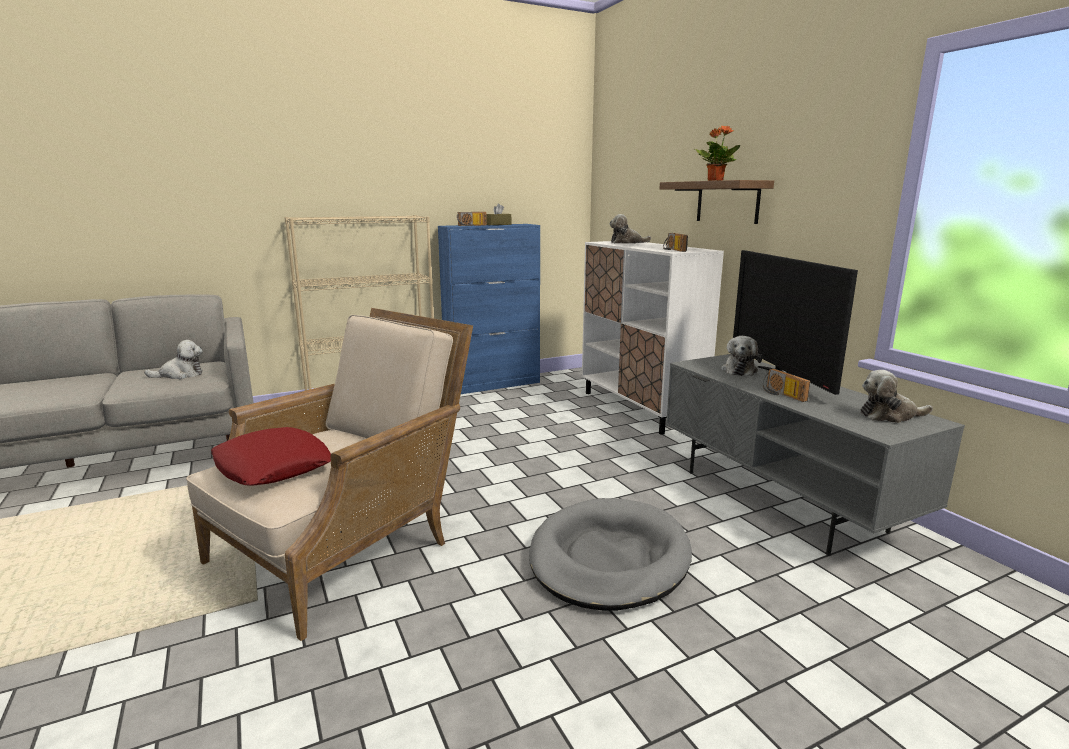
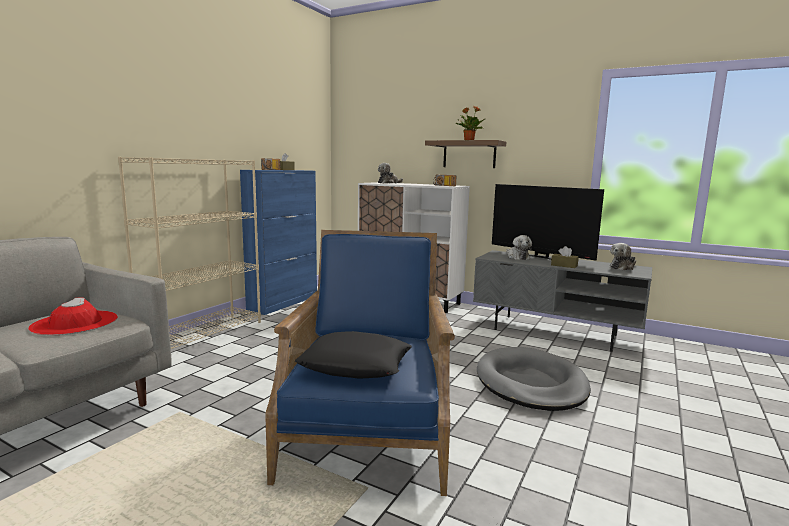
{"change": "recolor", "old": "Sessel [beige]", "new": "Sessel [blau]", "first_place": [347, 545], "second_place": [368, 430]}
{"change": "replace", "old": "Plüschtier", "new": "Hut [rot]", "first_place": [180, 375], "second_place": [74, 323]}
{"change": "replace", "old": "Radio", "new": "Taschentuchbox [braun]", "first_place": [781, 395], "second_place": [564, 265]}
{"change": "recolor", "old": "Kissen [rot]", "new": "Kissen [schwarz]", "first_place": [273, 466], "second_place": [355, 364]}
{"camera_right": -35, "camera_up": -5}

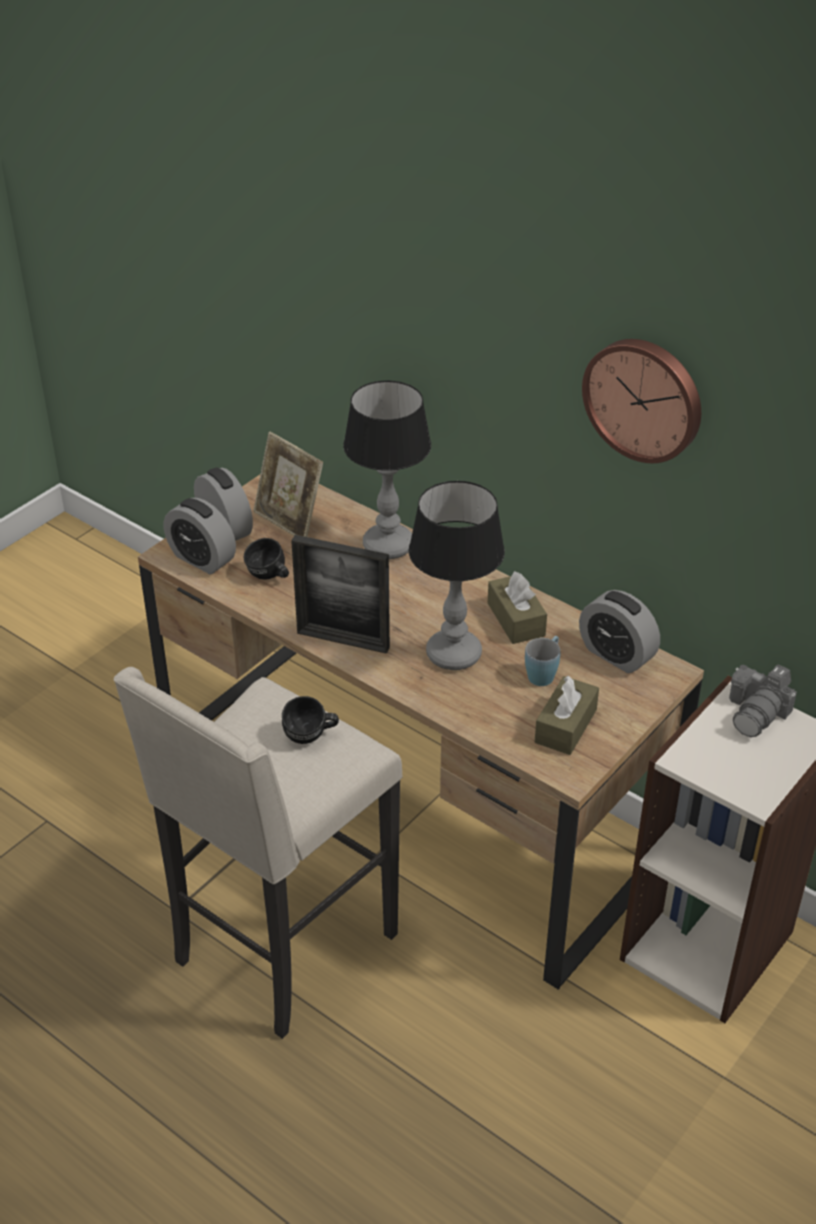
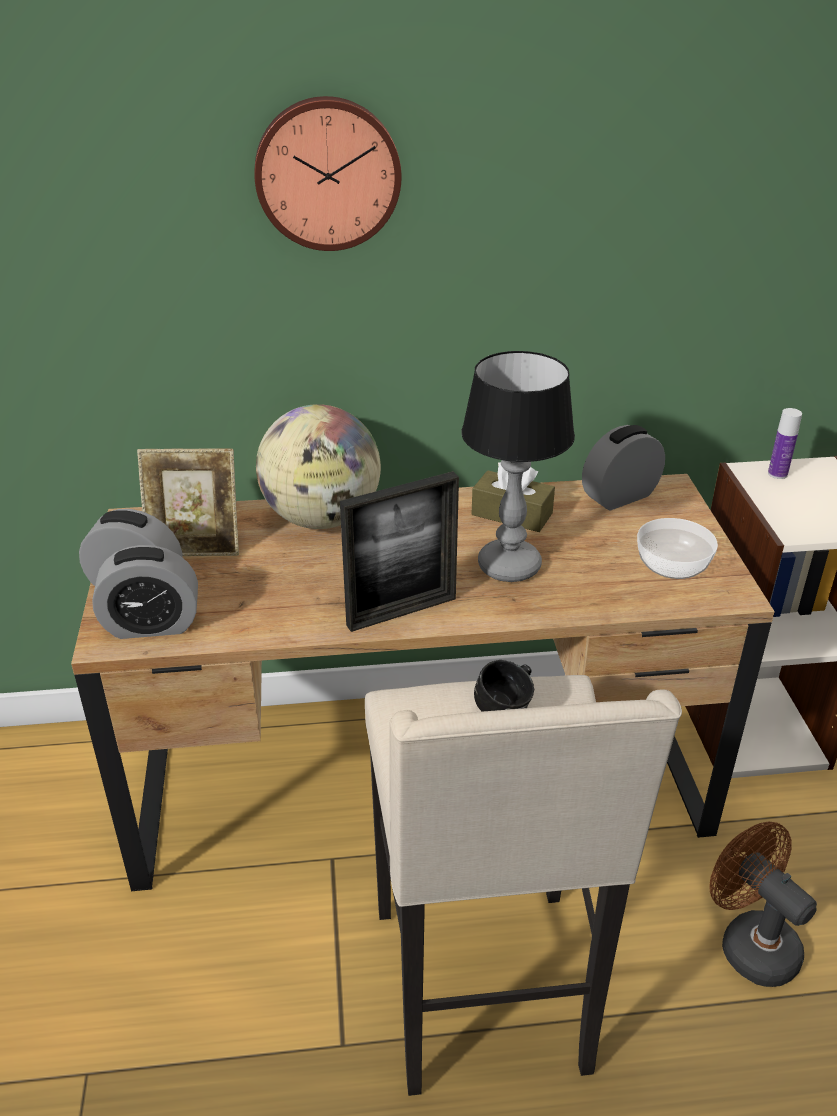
{"change": "move", "old": "Wanduhr", "first_place": [644, 398], "second_place": [327, 173]}
{"change": "replace", "old": "Tischlampe", "new": "Globus", "first_place": [388, 546], "second_place": [322, 519]}
{"change": "delete", "old": "Henkelbecher [schwarz]", "first_place": [268, 577]}
{"change": "rotate", "old": "Wecker", "first_place": [616, 655], "second_place": [620, 496], "degrees": 150}
{"change": "delete", "old": "Henkelbecher [blau]", "first_place": [543, 673]}
{"change": "replace", "old": "Kamera", "new": "Flasche", "first_place": [758, 712], "second_place": [777, 474]}
{"change": "replace", "old": "Taschentuchbox [braun]", "new": "Schüssel", "first_place": [565, 726], "second_place": [674, 565]}
{"change": "insert", "new": "Ventilator [braun]", "second_place": [749, 943]}
{"camera_right": -45, "camera_up": -5}

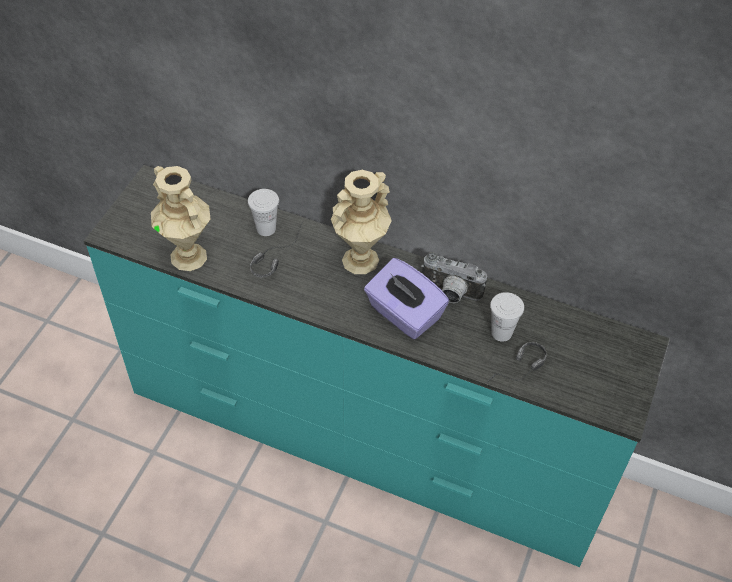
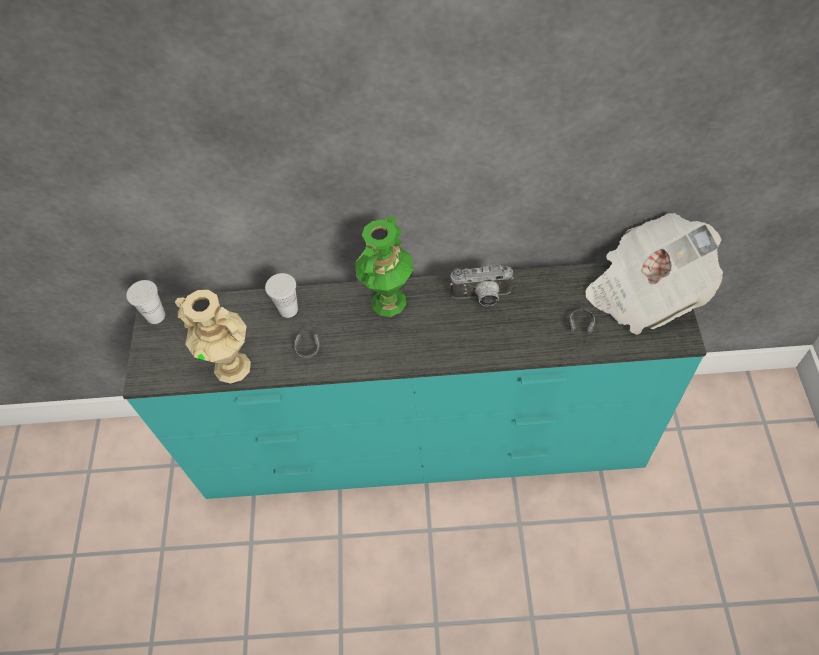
{"change": "recolor", "old": "Vase [beige]", "new": "Vase [grün]", "first_place": [360, 261], "second_place": [389, 302]}
{"change": "delete", "old": "Taschentuchbox [lila]", "first_place": [404, 314]}
{"change": "move", "old": "Tasse [weiß]", "first_place": [501, 333], "second_place": [156, 316]}
{"change": "insert", "new": "Zeitung", "second_place": [645, 292]}
{"camera_right": -20, "camera_up": 5}

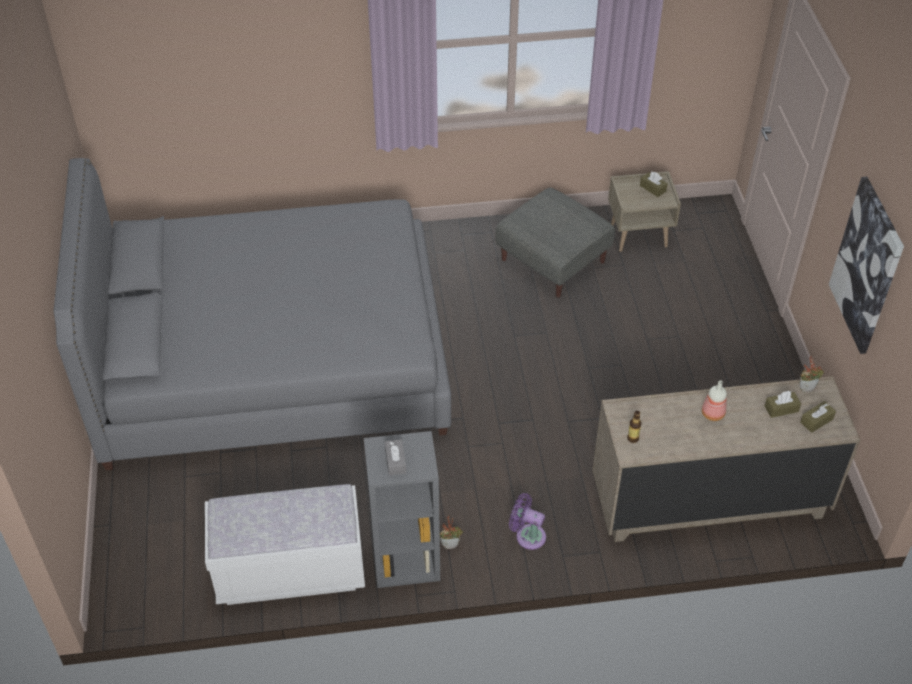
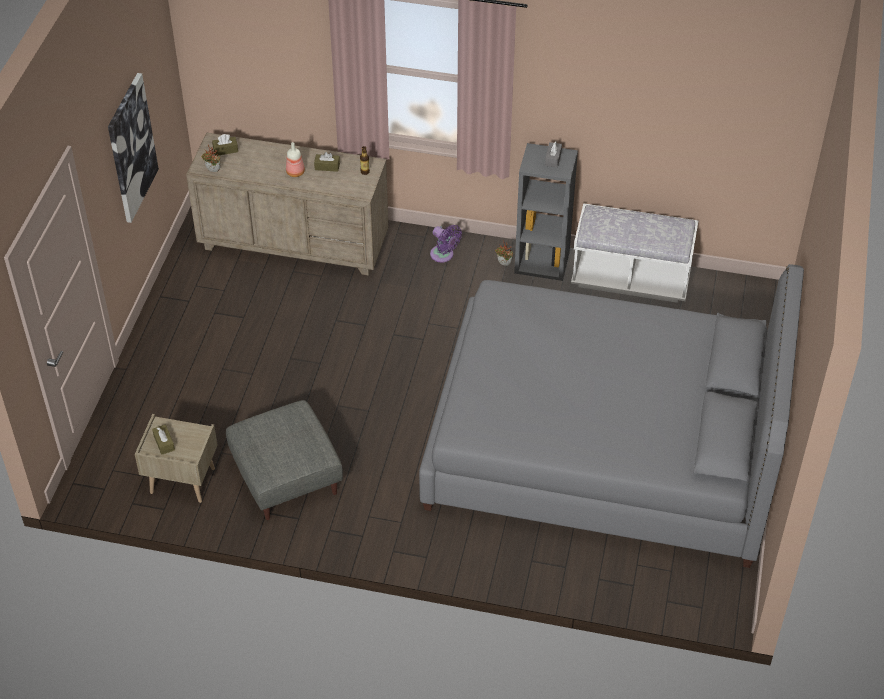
{"change": "move", "old": "Taschentuchbox [braun]", "first_place": [781, 409], "second_place": [327, 166]}
{"camera_right": -160, "camera_up": 0}

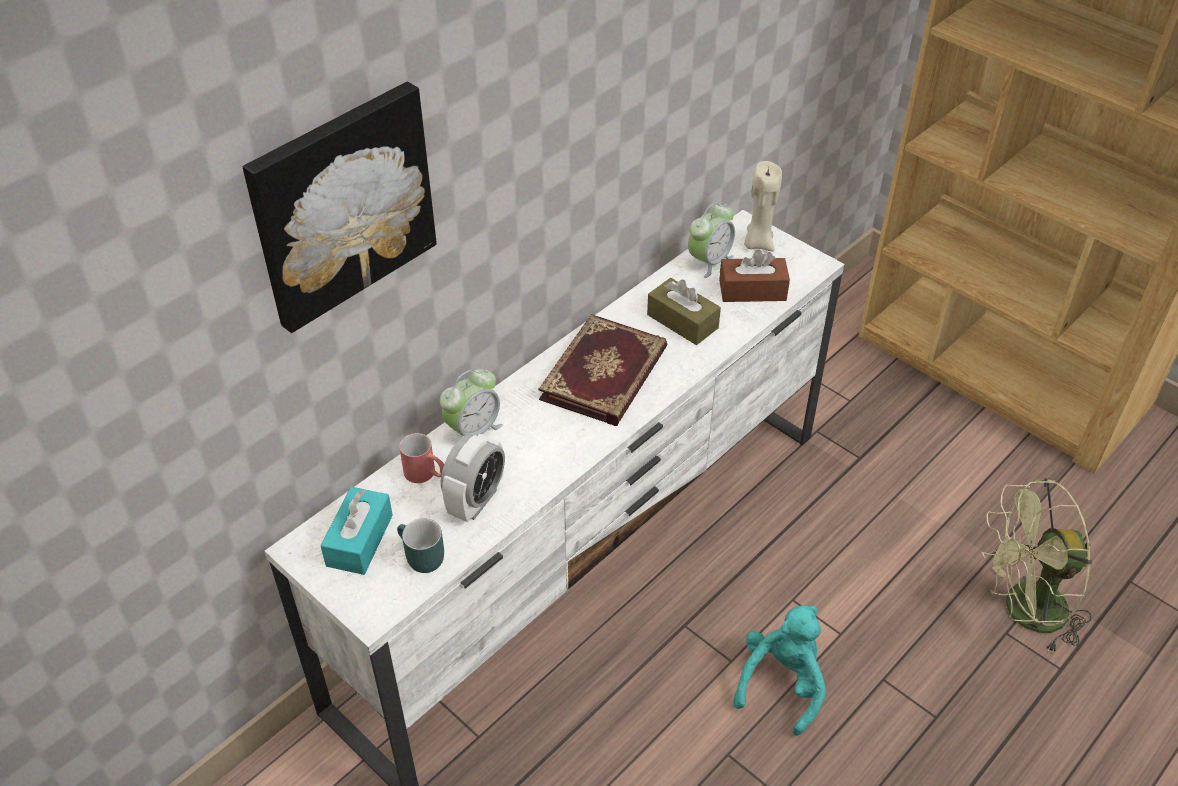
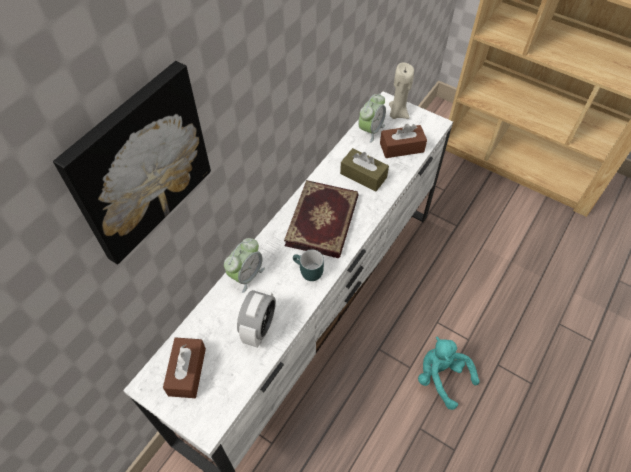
{"change": "delete", "old": "Henkelbecher [rot]", "first_place": [426, 475]}
{"change": "delete", "old": "Ventilator [grün]", "first_place": [1023, 612]}
{"change": "recolor", "old": "Taschentuchbox [türkis]", "new": "Taschentuchbox [braun]", "first_place": [359, 540], "second_place": [187, 371]}
{"change": "move", "old": "Henkelbecher [türkis]", "first_place": [419, 558], "second_place": [307, 272]}
{"change": "rotate", "old": "Plüschtier [türkis]", "first_place": [781, 683], "second_place": [441, 377], "degrees": -60}
{"camera_right": -10, "camera_up": 10}

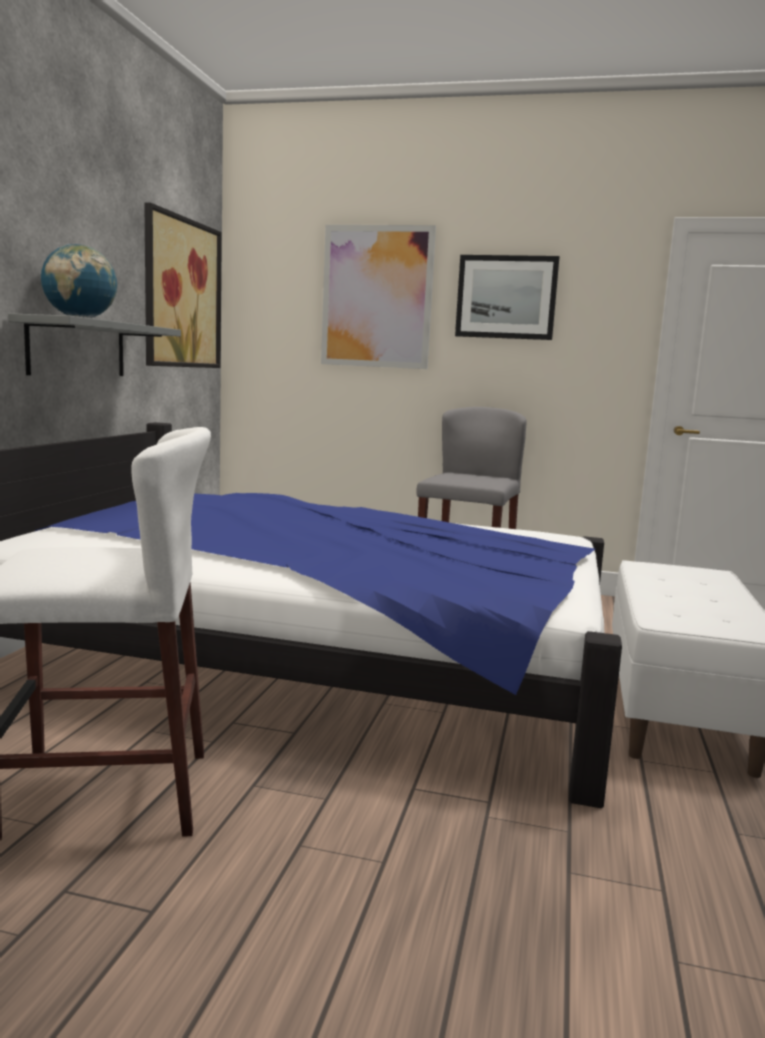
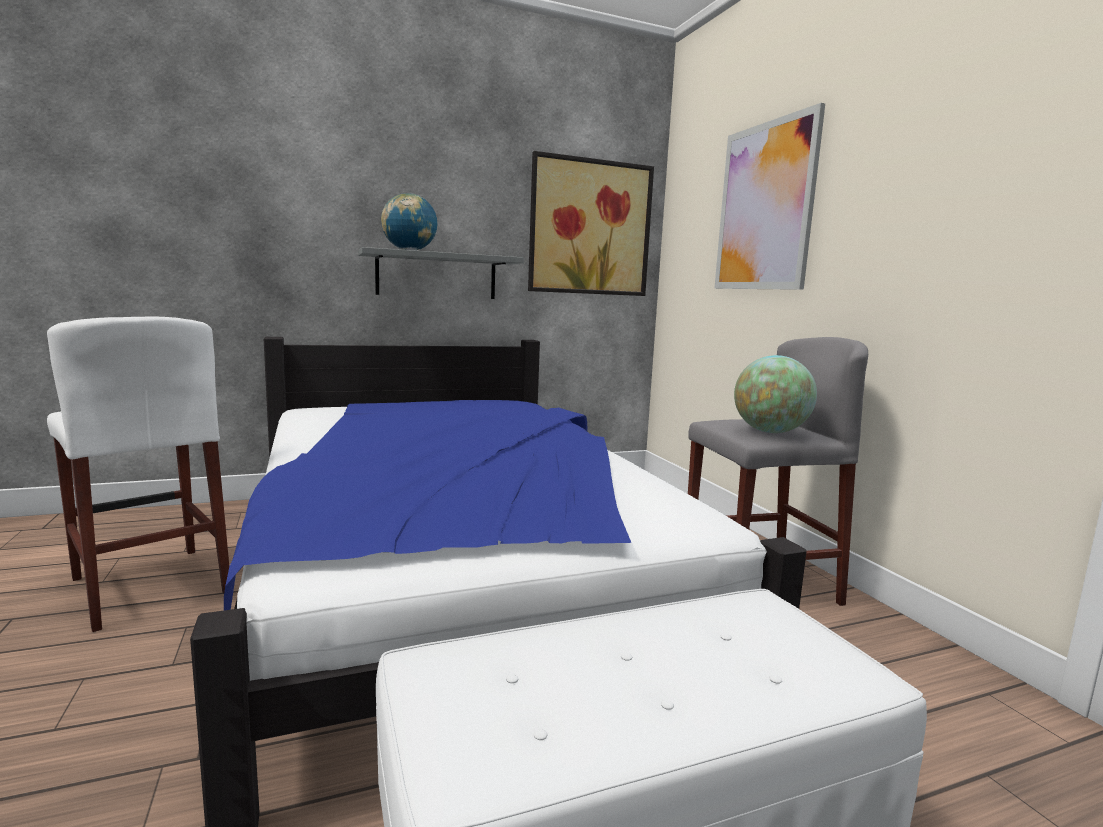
{"change": "delete", "old": "Bild", "first_place": [506, 297]}
{"change": "insert", "new": "Globus", "second_place": [770, 432]}
{"camera_right": 55, "camera_up": 0}

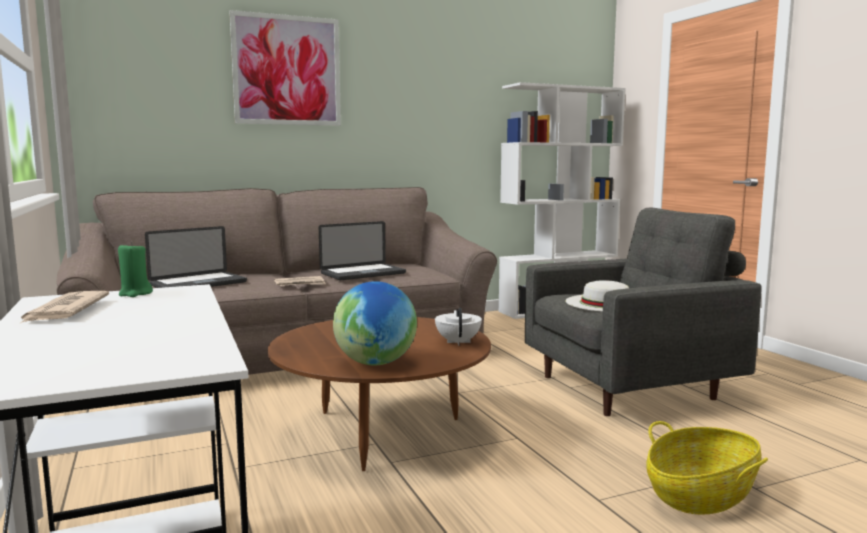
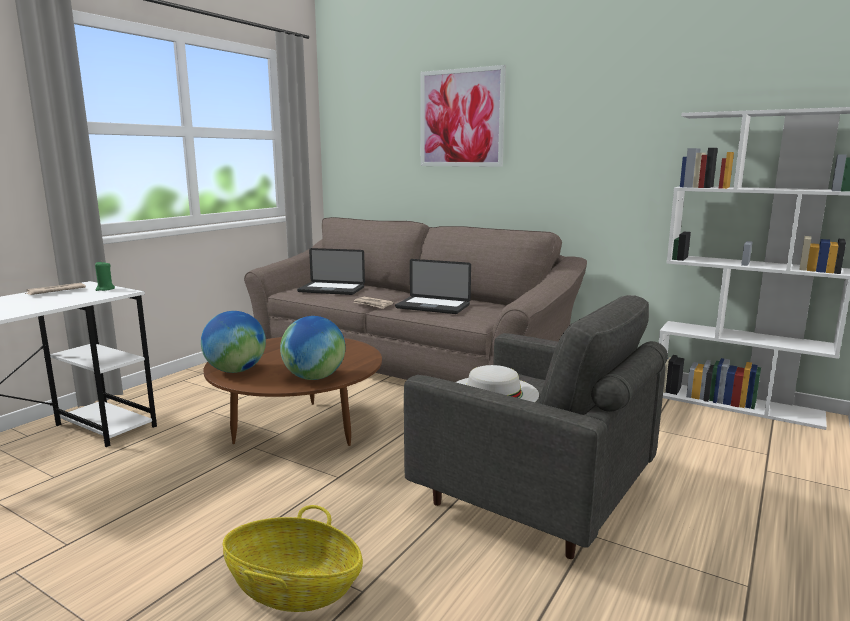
{"change": "replace", "old": "Teekanne [weiß]", "new": "Globus", "first_place": [458, 342], "second_place": [314, 378]}
{"camera_right": 55, "camera_up": 5}

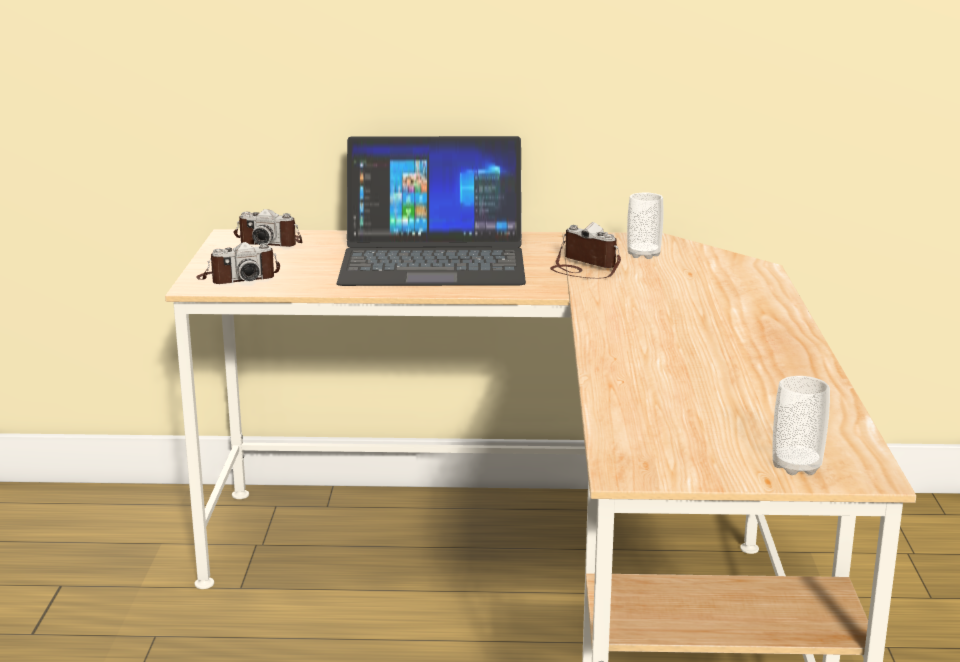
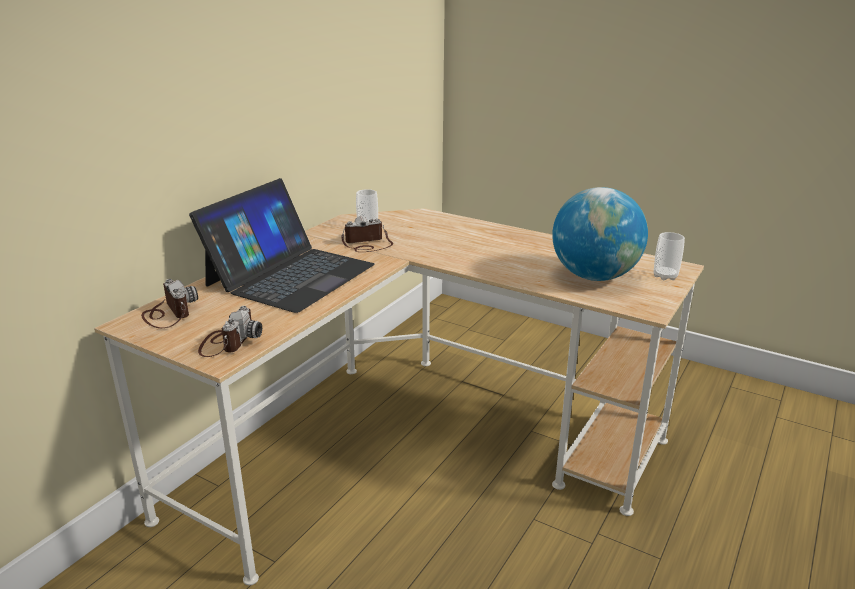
{"change": "rotate", "old": "Kamera", "first_place": [270, 242], "second_place": [168, 314], "degrees": -75}
{"change": "insert", "new": "Globus", "second_place": [594, 276]}
{"camera_right": -60, "camera_up": 5}

